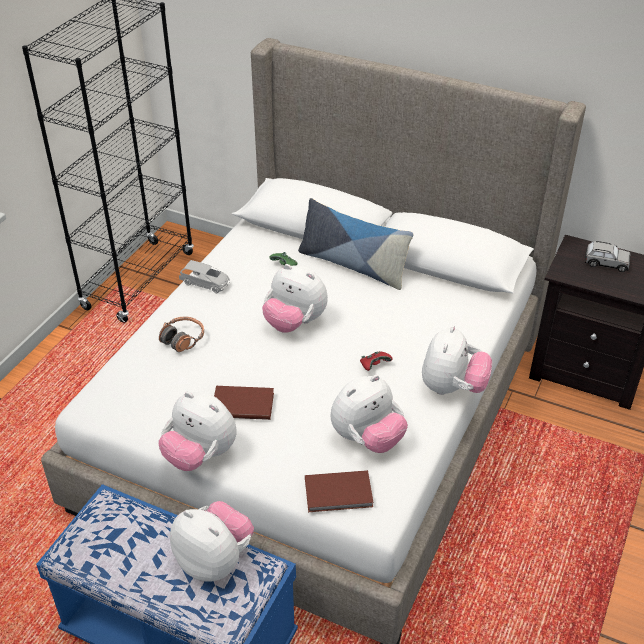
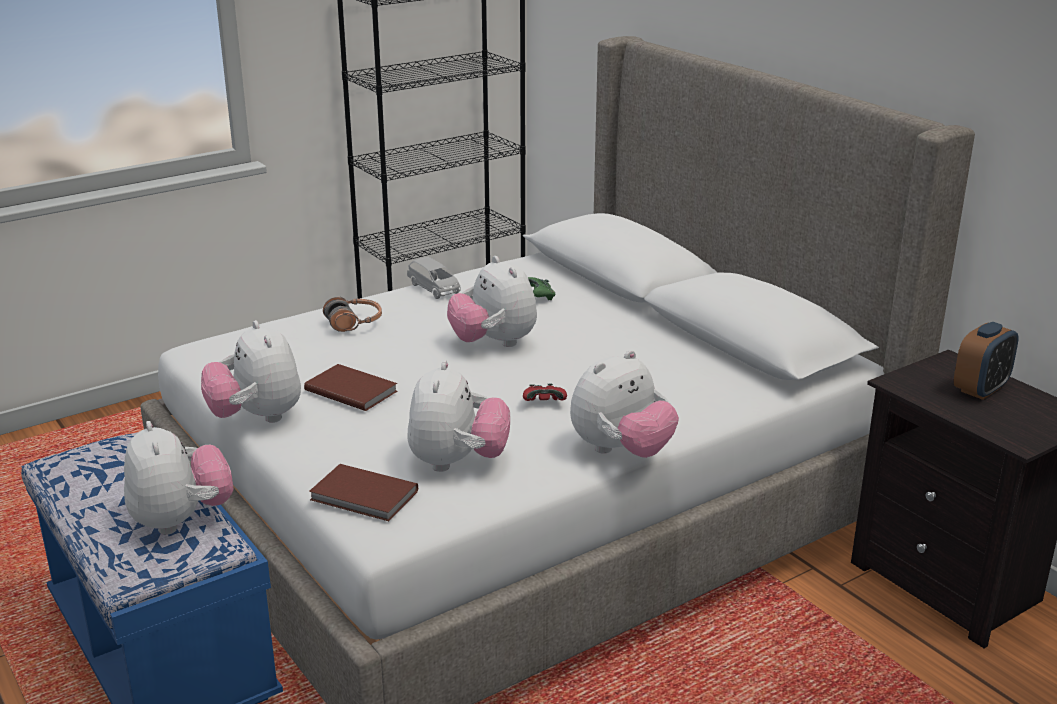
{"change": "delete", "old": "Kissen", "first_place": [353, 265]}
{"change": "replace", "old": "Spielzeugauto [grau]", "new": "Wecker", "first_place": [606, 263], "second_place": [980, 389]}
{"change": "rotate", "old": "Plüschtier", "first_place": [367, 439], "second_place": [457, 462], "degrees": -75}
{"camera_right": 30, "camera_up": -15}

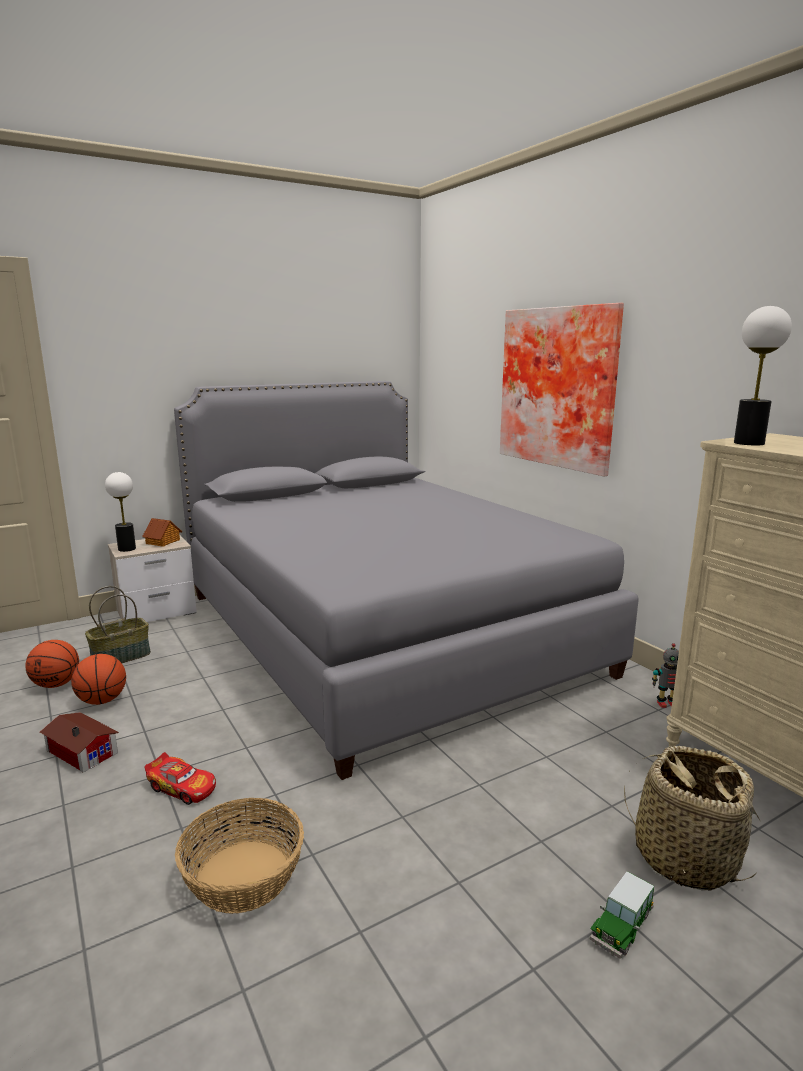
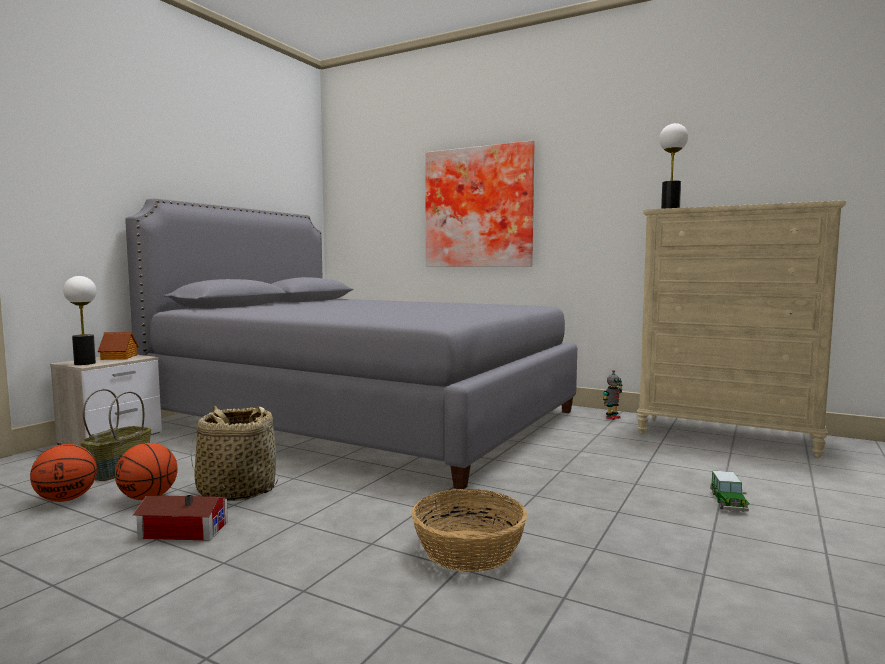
{"change": "move", "old": "Korb", "first_place": [684, 857], "second_place": [236, 491]}
{"change": "delete", "old": "Spielzeugauto", "first_place": [182, 787]}
{"camera_right": -30, "camera_up": -10}

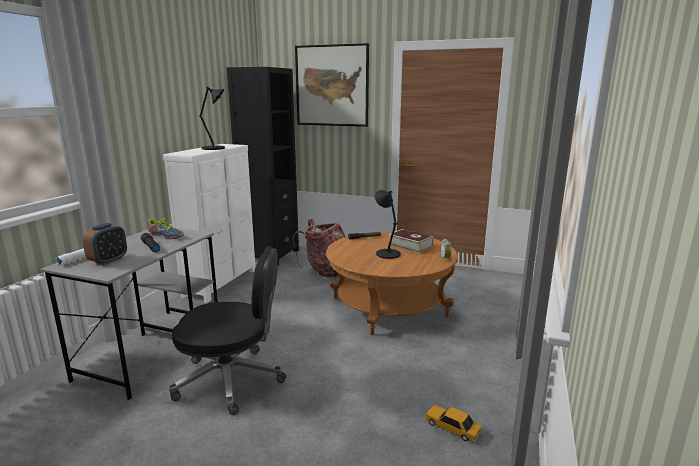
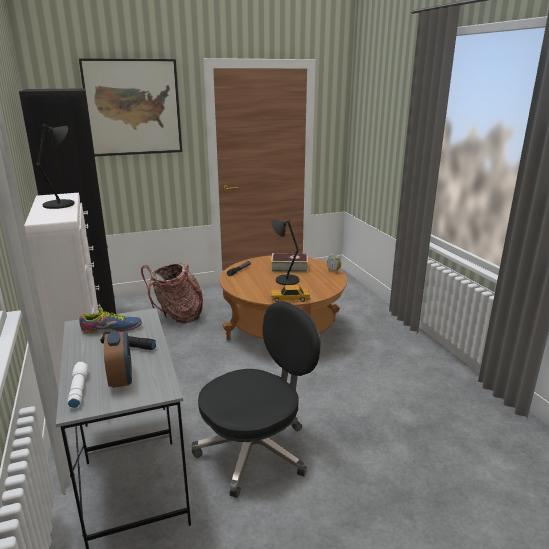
{"change": "move", "old": "Spielzeugauto", "first_place": [452, 428], "second_place": [290, 299]}
{"camera_right": -40, "camera_up": 5}

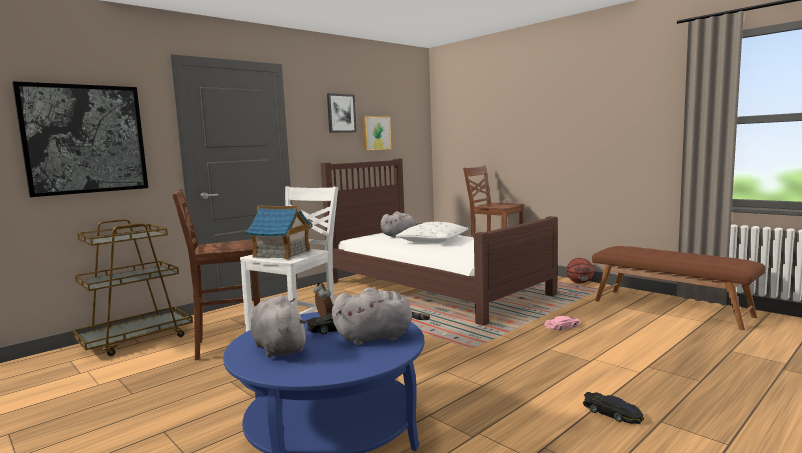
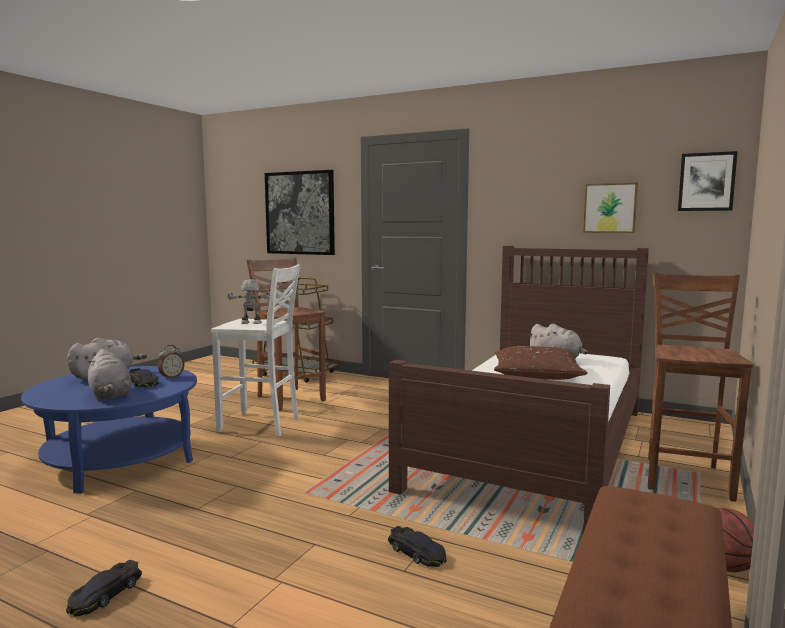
{"change": "move", "old": "Bild", "first_place": [341, 113], "second_place": [706, 182]}
{"change": "replace", "old": "Spielzeughaus", "new": "Spielzeugroboter", "first_place": [282, 254], "second_place": [251, 323]}
{"change": "recolor", "old": "Kissen [weiß]", "new": "Kissen [braun]", "first_place": [432, 240], "second_place": [536, 375]}
{"change": "recolor", "old": "Spielzeugauto [rosa]", "new": "Spielzeugauto [schwarz]", "first_place": [562, 326], "second_place": [417, 552]}
{"camera_right": 70, "camera_up": 0}

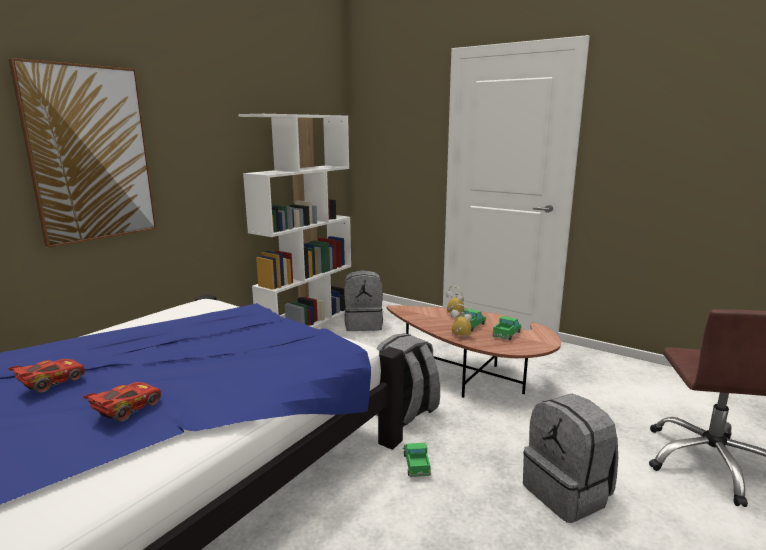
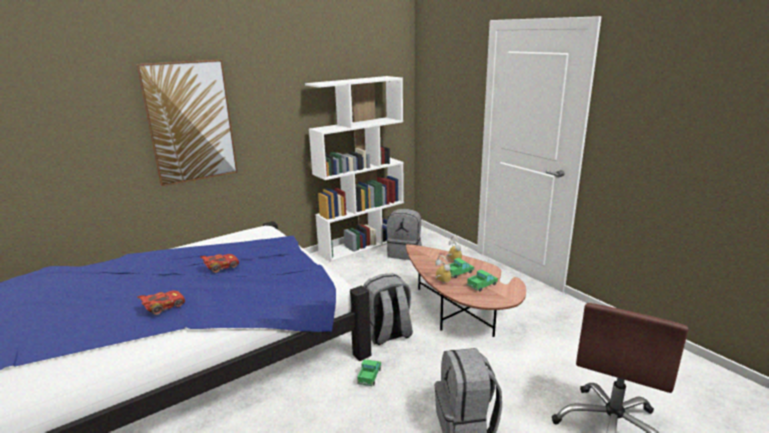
{"change": "move", "old": "Spielzeugauto [rot]", "first_place": [51, 383], "second_place": [221, 267]}
{"camera_right": 20, "camera_up": 5}

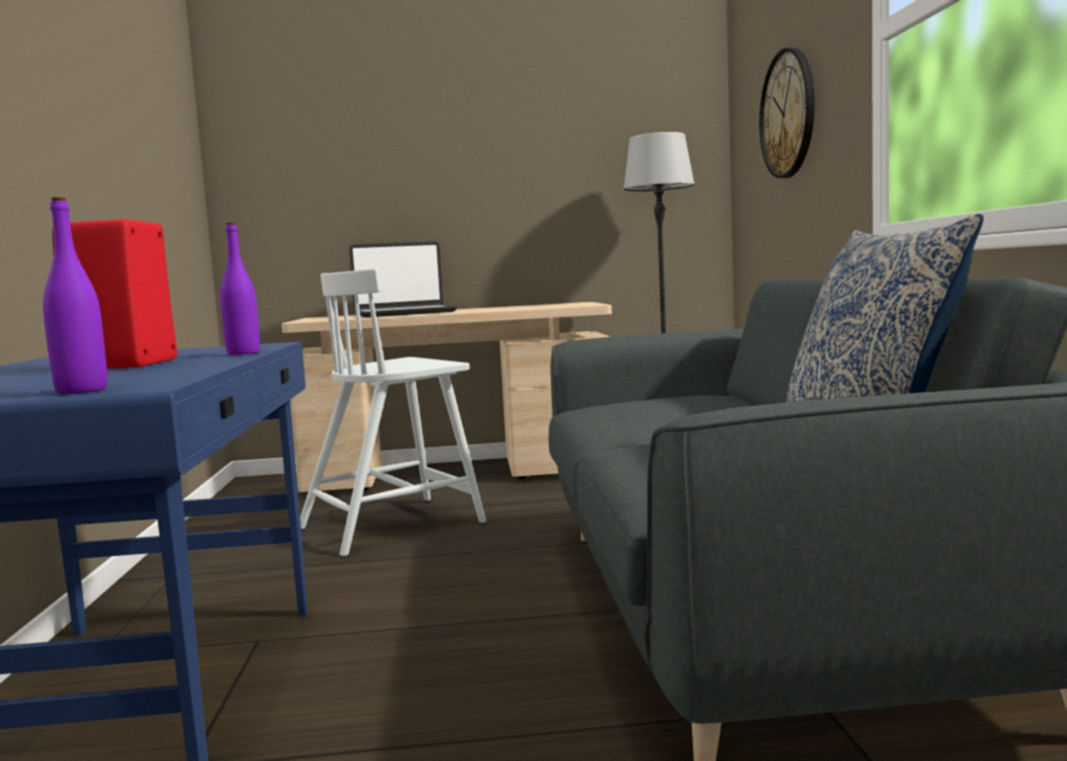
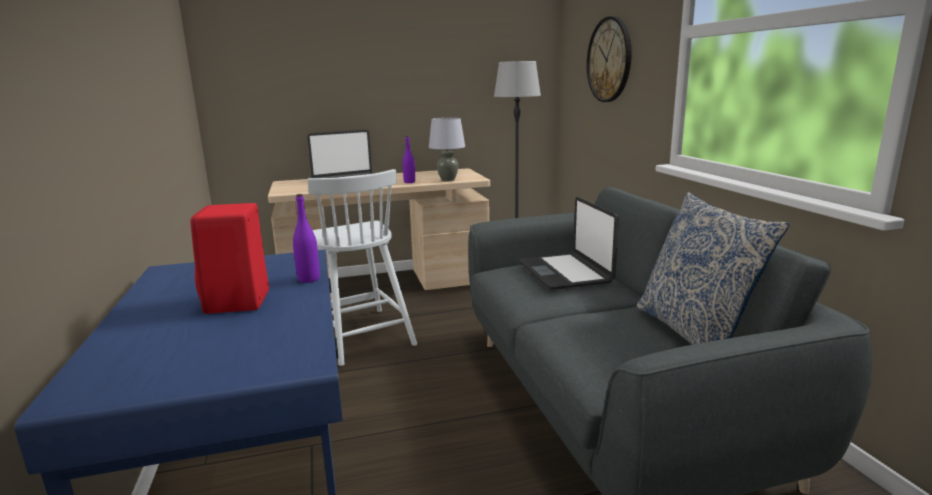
{"change": "move", "old": "Flasche [lila]", "first_place": [81, 390], "second_place": [409, 182]}
{"change": "rotate", "old": "Stuhl [weiß]", "first_place": [394, 524], "second_place": [360, 334], "degrees": -75}
{"change": "insert", "new": "Tischlampe [grau]", "second_place": [448, 180]}
{"change": "insert", "new": "Laptop", "second_place": [565, 272]}
{"camera_right": -10, "camera_up": 10}

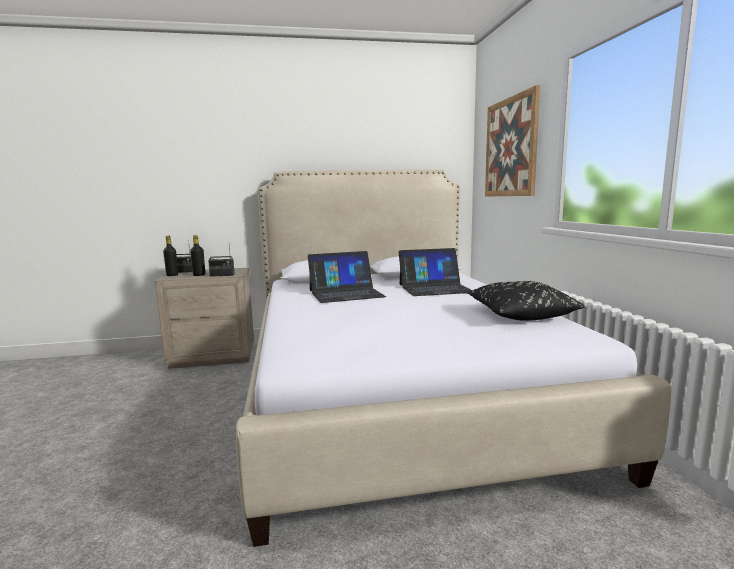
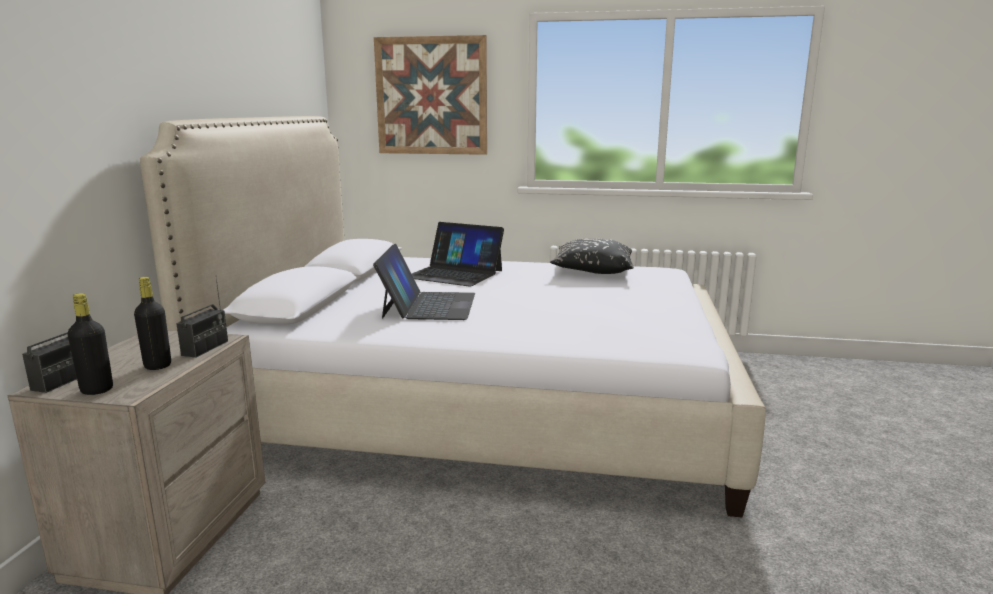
{"change": "rotate", "old": "Laptop", "first_place": [435, 288], "second_place": [454, 274], "degrees": 105}
{"camera_right": -70, "camera_up": 5}

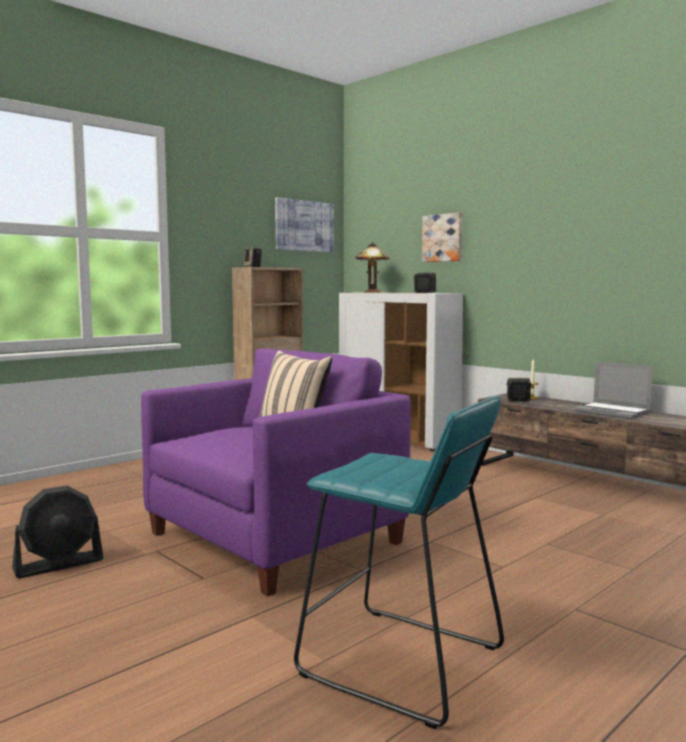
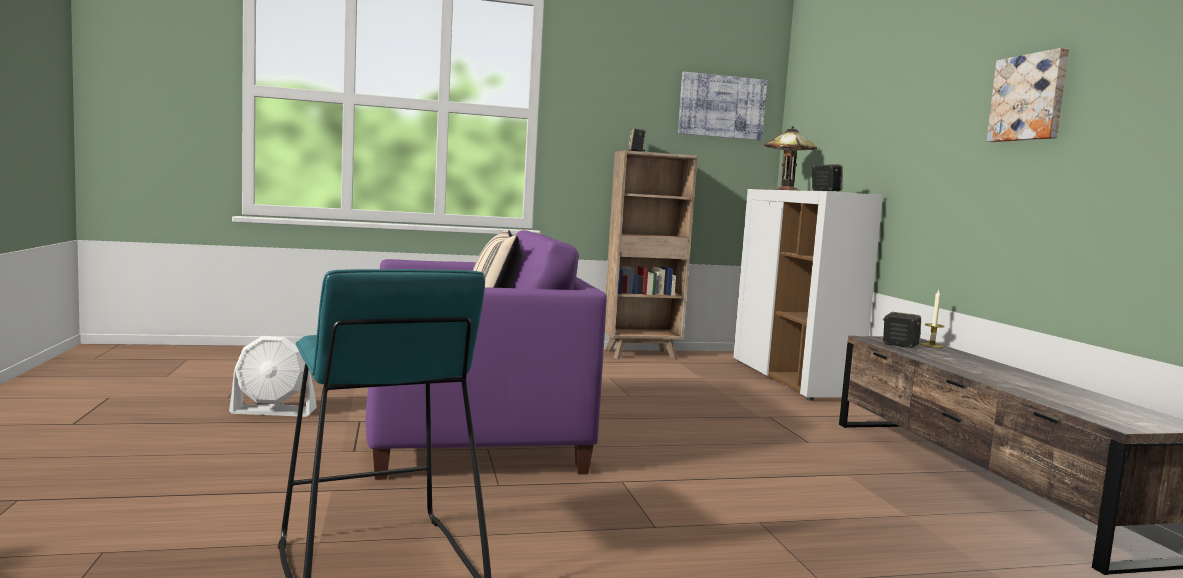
{"change": "move", "old": "Bild", "first_place": [443, 238], "second_place": [1029, 98]}
{"change": "delete", "old": "Laptop", "first_place": [613, 412]}
{"change": "recolor", "old": "Ventilator [schwarz]", "new": "Ventilator [weiß]", "first_place": [59, 564], "second_place": [274, 411]}
{"camera_right": 30, "camera_up": 0}

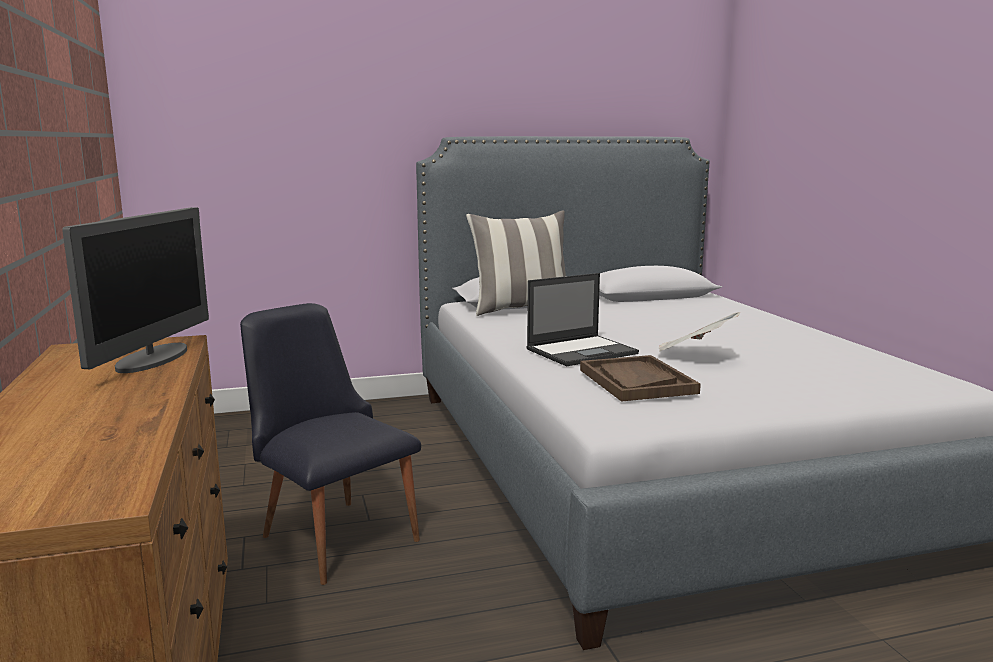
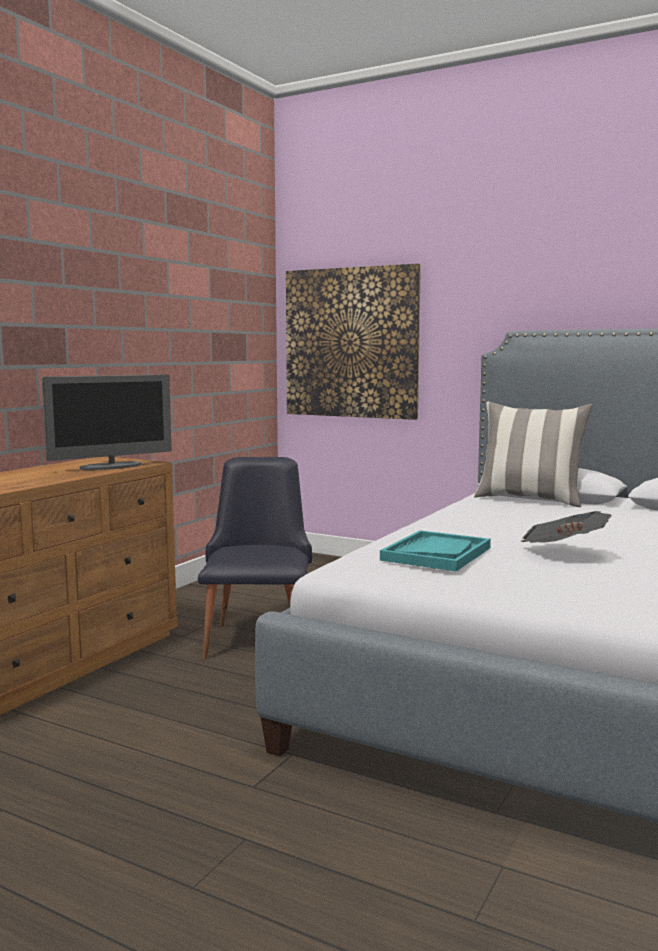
{"change": "delete", "old": "Laptop", "first_place": [582, 351]}
{"change": "recolor", "old": "Tablett [braun]", "new": "Tablett [türkis]", "first_place": [636, 381], "second_place": [436, 554]}
{"change": "insert", "new": "Bild", "second_place": [351, 343]}
{"camera_right": 45, "camera_up": -5}

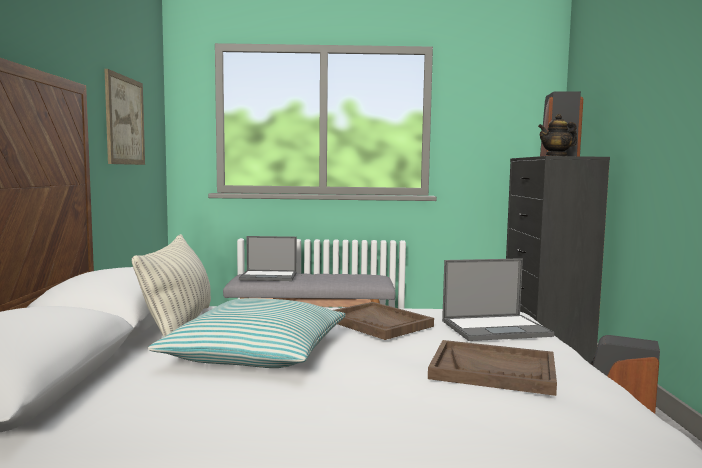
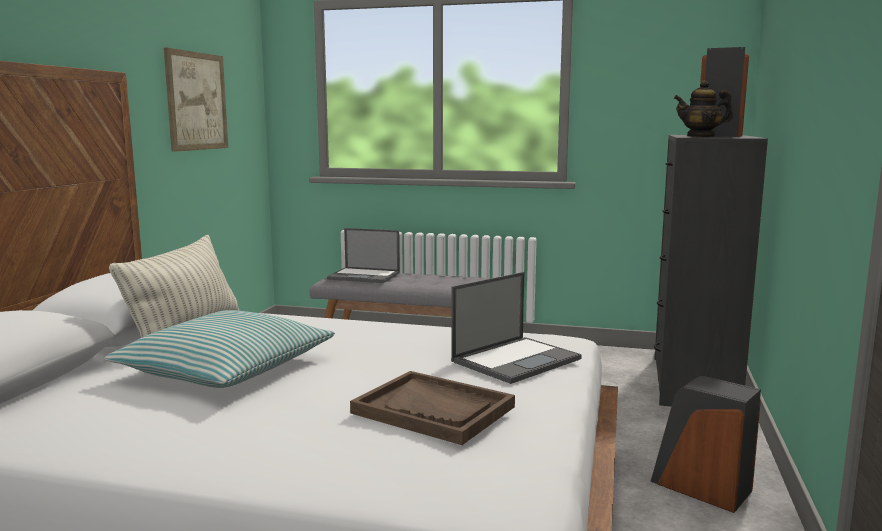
{"change": "rotate", "old": "Laptop", "first_place": [496, 328], "second_place": [516, 360], "degrees": -45}
{"change": "delete", "old": "Tablett [braun]", "first_place": [378, 323]}
{"camera_right": 15, "camera_up": 5}

